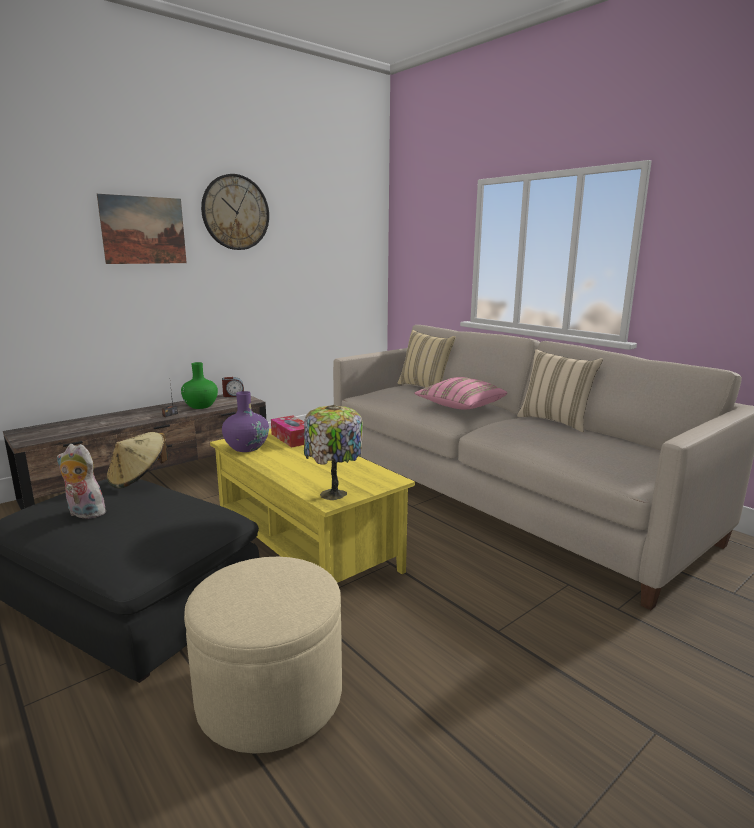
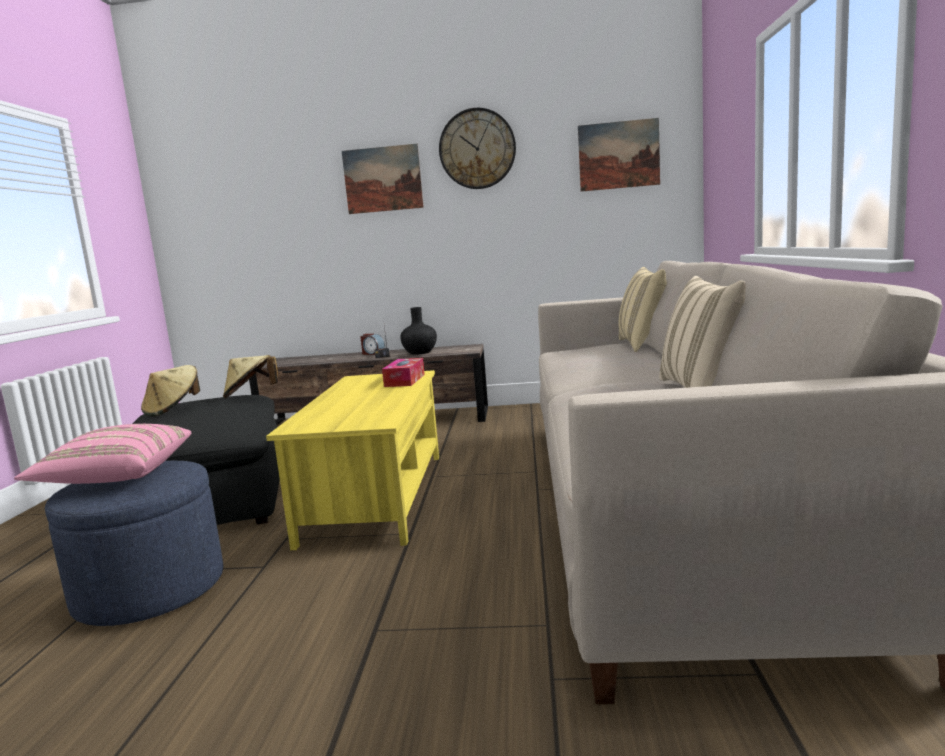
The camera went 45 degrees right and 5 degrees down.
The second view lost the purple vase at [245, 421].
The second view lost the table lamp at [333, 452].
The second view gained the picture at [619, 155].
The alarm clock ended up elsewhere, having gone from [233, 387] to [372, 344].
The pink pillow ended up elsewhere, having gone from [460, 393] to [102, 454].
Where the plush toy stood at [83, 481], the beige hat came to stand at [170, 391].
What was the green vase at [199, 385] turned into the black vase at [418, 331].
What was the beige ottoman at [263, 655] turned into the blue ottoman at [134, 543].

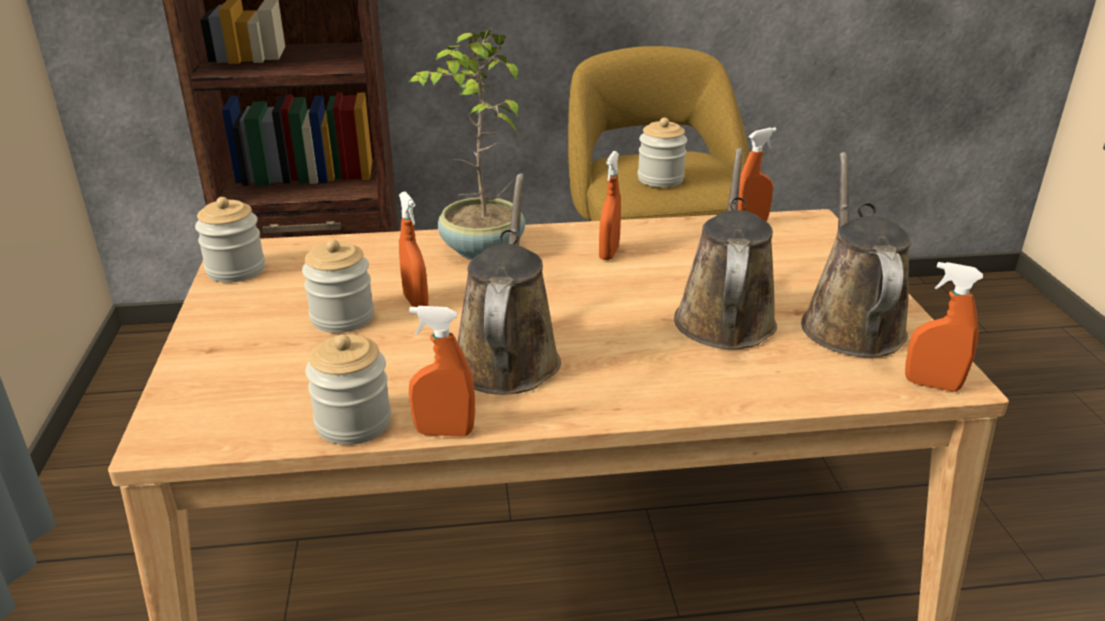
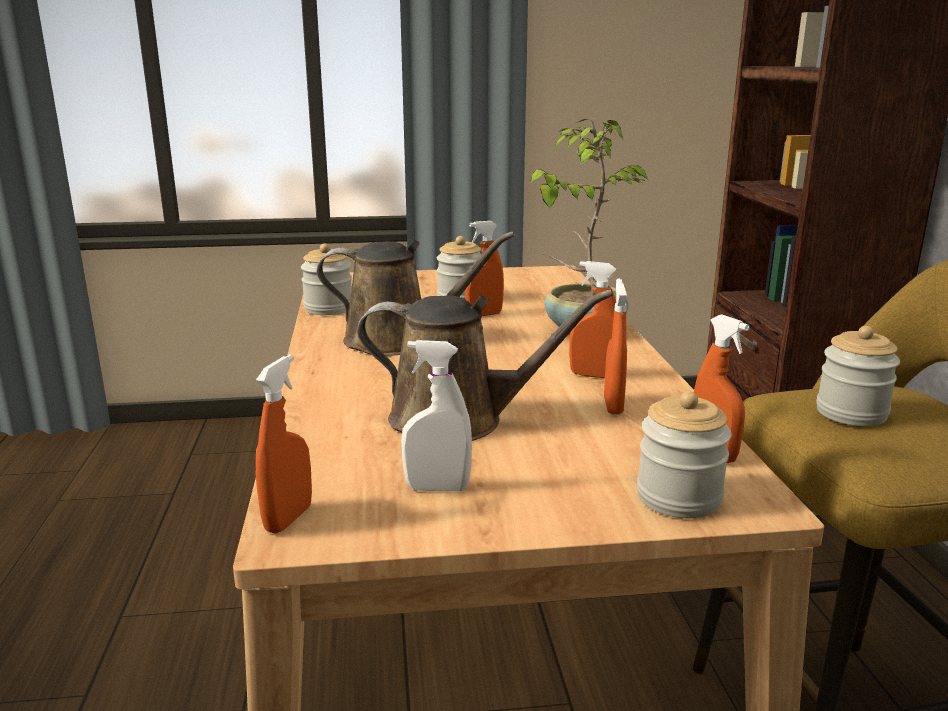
The camera went 90 degrees right and 10 degrees down.
The jar ended up elsewhere, having gone from [230, 240] to [684, 454].
The orange spray bottle ended up elsewhere, having gone from [442, 371] to [615, 346].
Where the brown watering can stood at [856, 255], the white spray bottle came to stand at [436, 415].

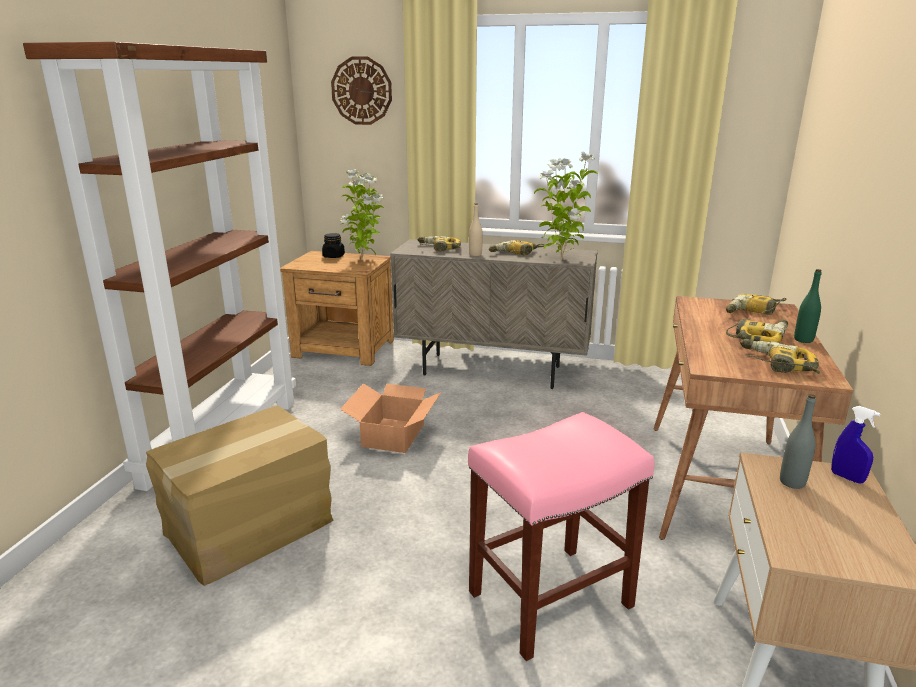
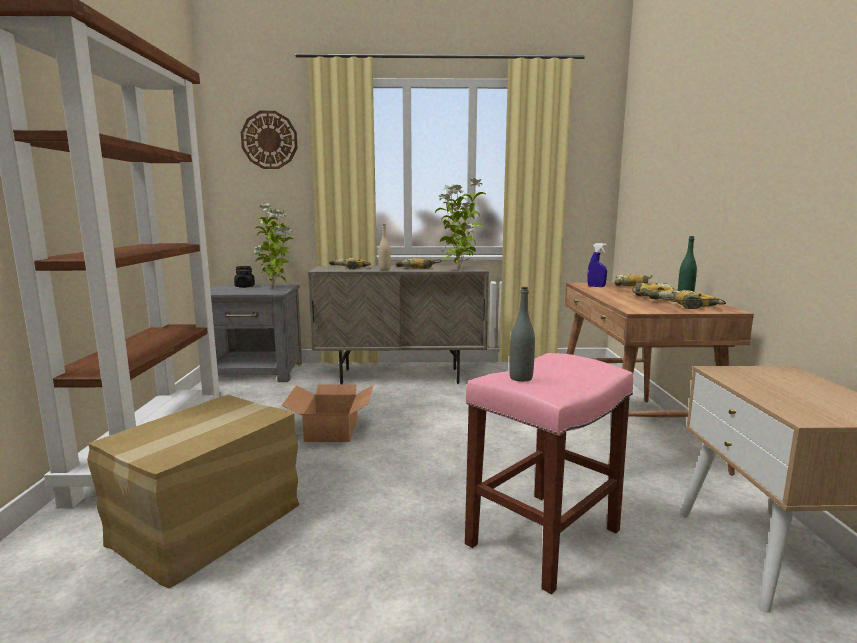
The camera went 15 degrees left and 10 degrees down.
The grey bottle ended up elsewhere, having gone from [798, 441] to [522, 334].
The blue spray bottle ended up elsewhere, having gone from [855, 444] to [597, 265].
What was the brown nightstand at [337, 308] turned into the grey nightstand at [256, 333].

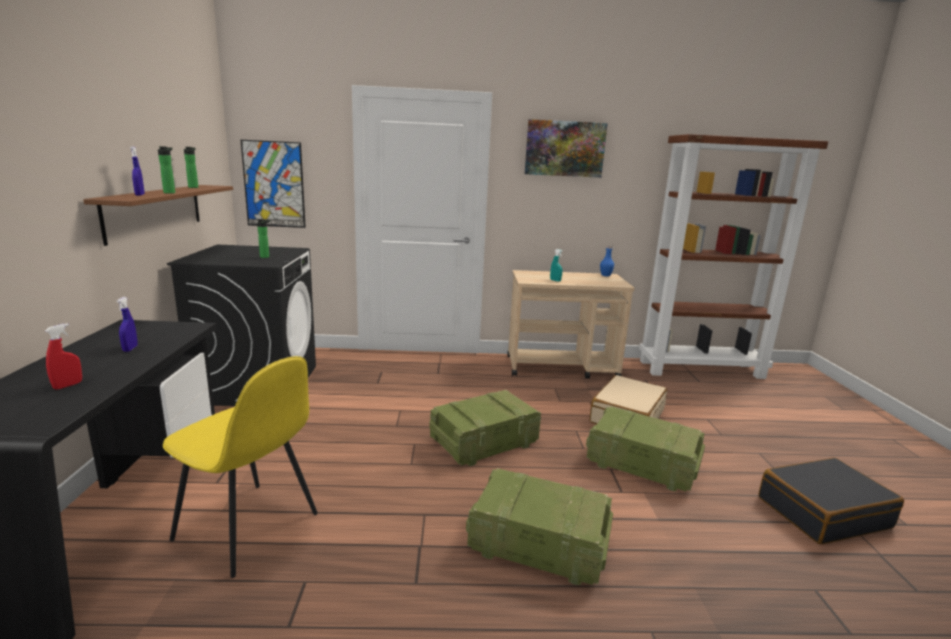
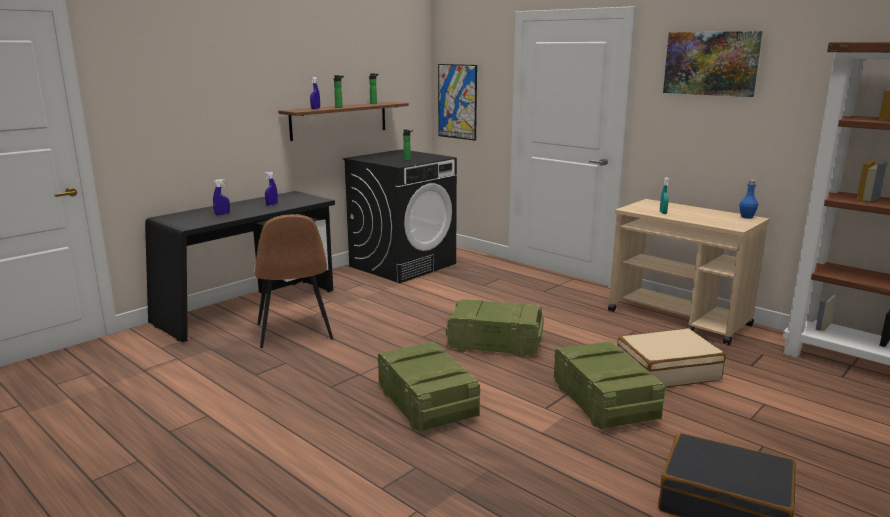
The camera went 45 degrees right and 0 degrees up.
What was the red spray bottle at [63, 356] turned into the blue spray bottle at [221, 197].
What was the yellow chair at [240, 467] turned into the brown chair at [293, 281].

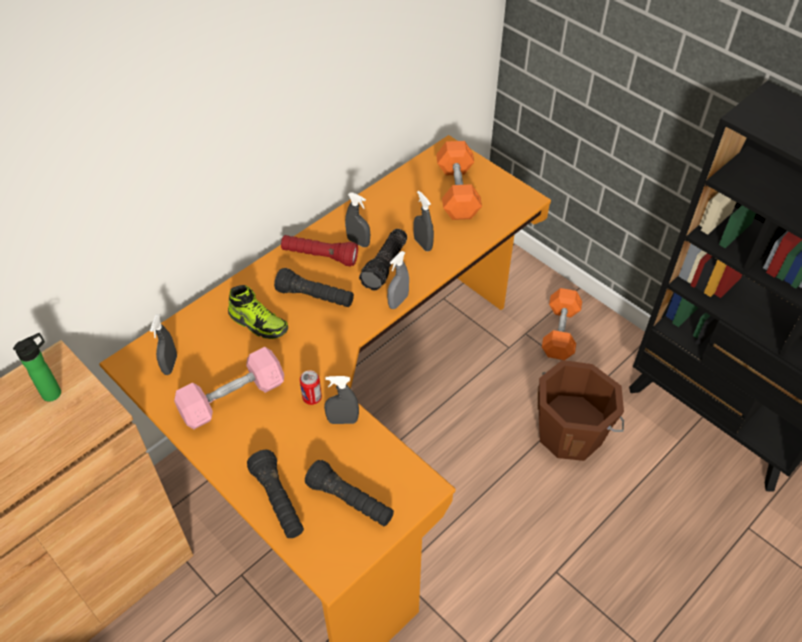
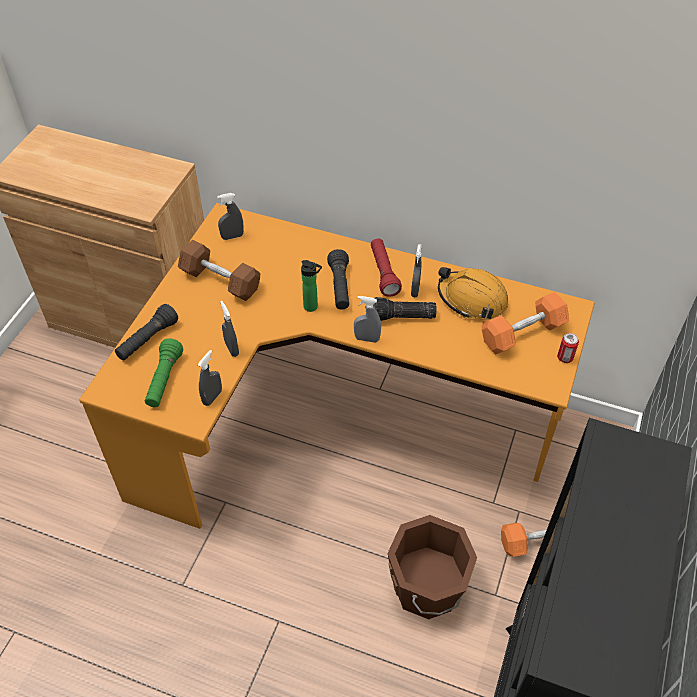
The camera went 65 degrees right and 0 degrees up.
The second view lost the shoe at [258, 312].
The second view gained the orange hard hat at [473, 293].
The bottle ended up elsewhere, having gone from [37, 367] to [311, 286].
The can ended up elsewhere, having gone from [311, 387] to [568, 348].
The grey spray bottle ended up elsewhere, having gone from [424, 221] to [210, 378].
What was the pink dumbbell at [229, 388] turned into the brown dumbbell at [219, 270].
What was the black flashlight at [349, 493] turned into the green flashlight at [164, 372].

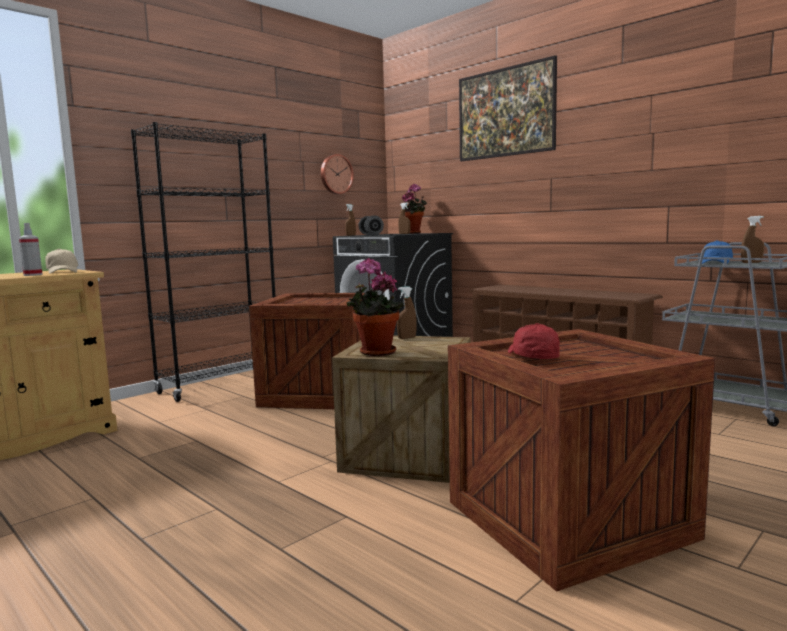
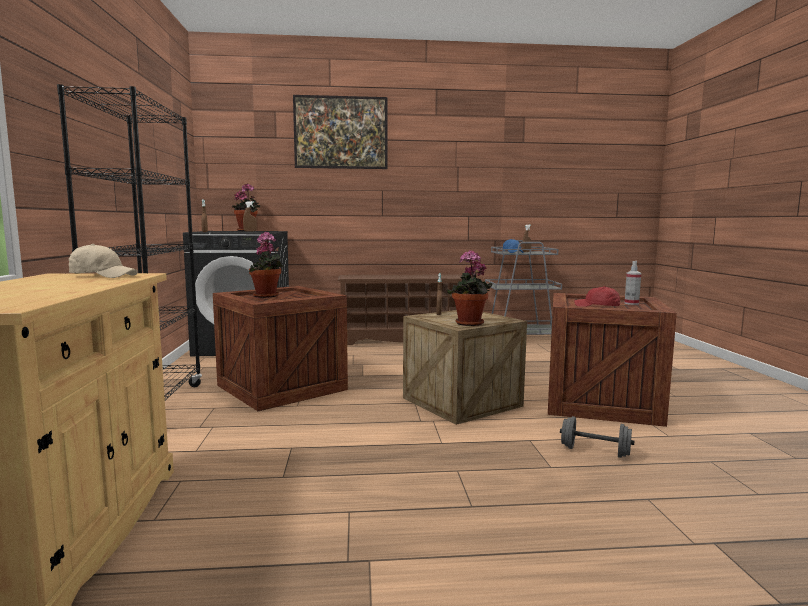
The camera went 50 degrees left and 0 degrees up.
The second view lost the wall clock at [337, 174].
The second view gained the potted plant at [266, 265].
The spray bottle ended up elsewhere, having gone from [31, 249] to [633, 283].
The grey dumbbell ended up elsewhere, having gone from [371, 225] to [597, 437].

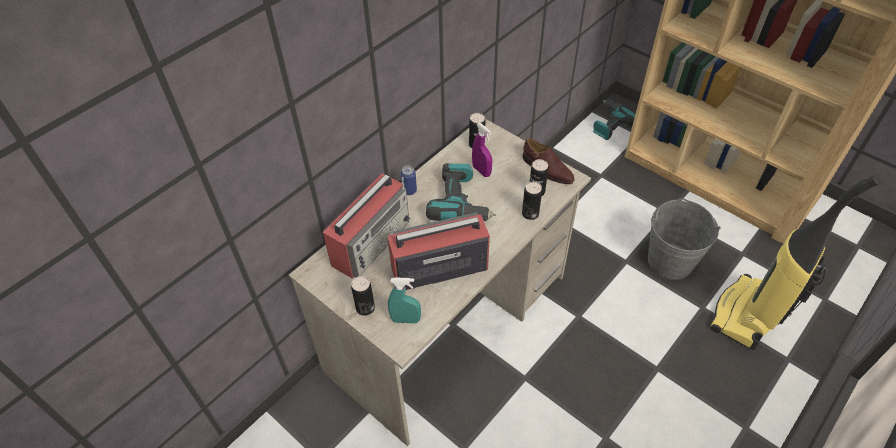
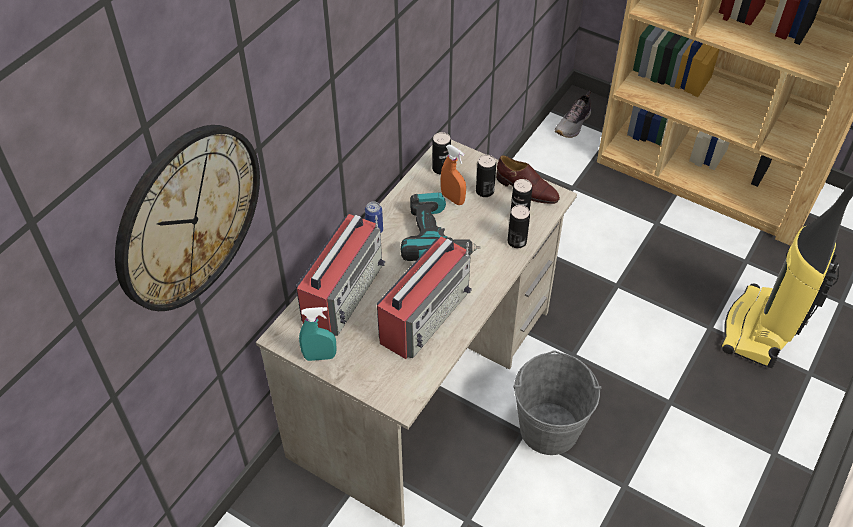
The camera went 10 degrees left and 0 degrees up.
The second view gained the wall clock at [187, 218].
The can ended up elsewhere, having gone from [363, 296] to [486, 176].
The turquoise spray bottle ended up elsewhere, having gone from [404, 300] to [318, 334].
The grey bucket ended up elsewhere, having gone from [684, 239] to [557, 402].
Where the power drill stood at [614, 119], the shoe came to stand at [573, 114].
What was the purple spray bottle at [482, 150] turned into the orange spray bottle at [453, 175].
The radio at [438, 251] ended up facing another way, 150 degrees clockwise from before.

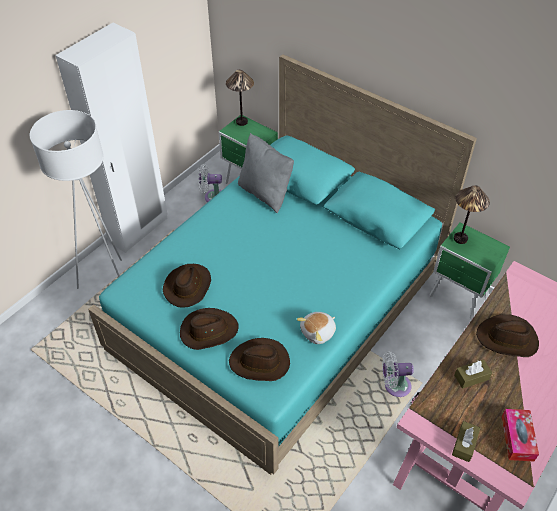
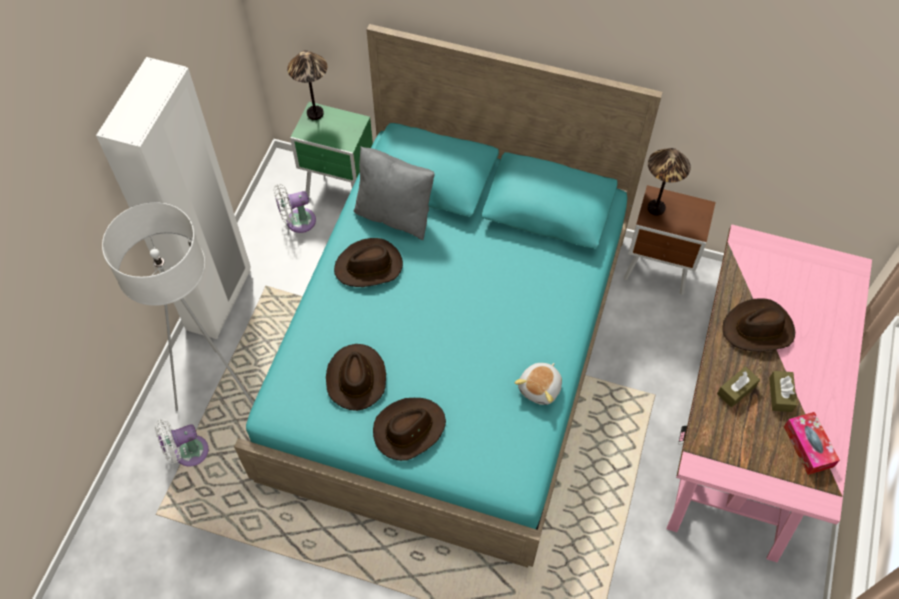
The camera went 20 degrees left and 10 degrees up.
The brown hat ended up elsewhere, having gone from [259, 359] to [368, 262].
The white fan ended up elsewhere, having gone from [398, 374] to [182, 442].
The brown tissue box ended up elsewhere, having gone from [466, 441] to [783, 391].
What was the green nightstand at [469, 270] turned into the brown nightstand at [670, 240].

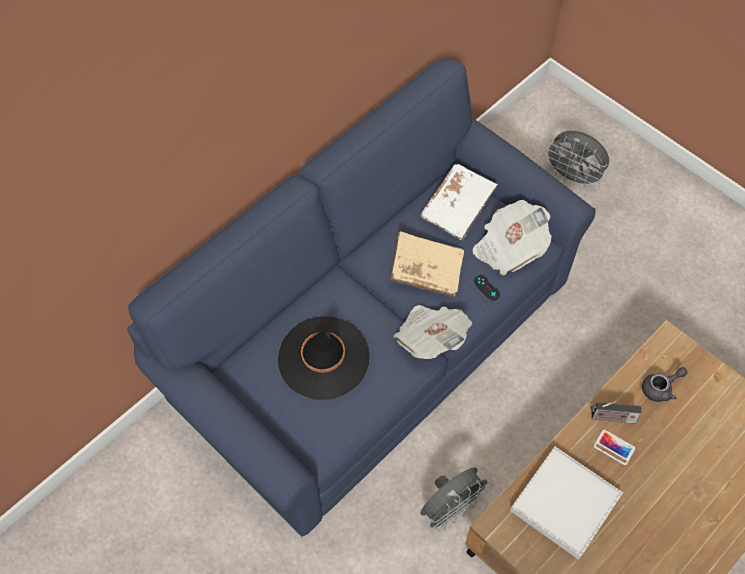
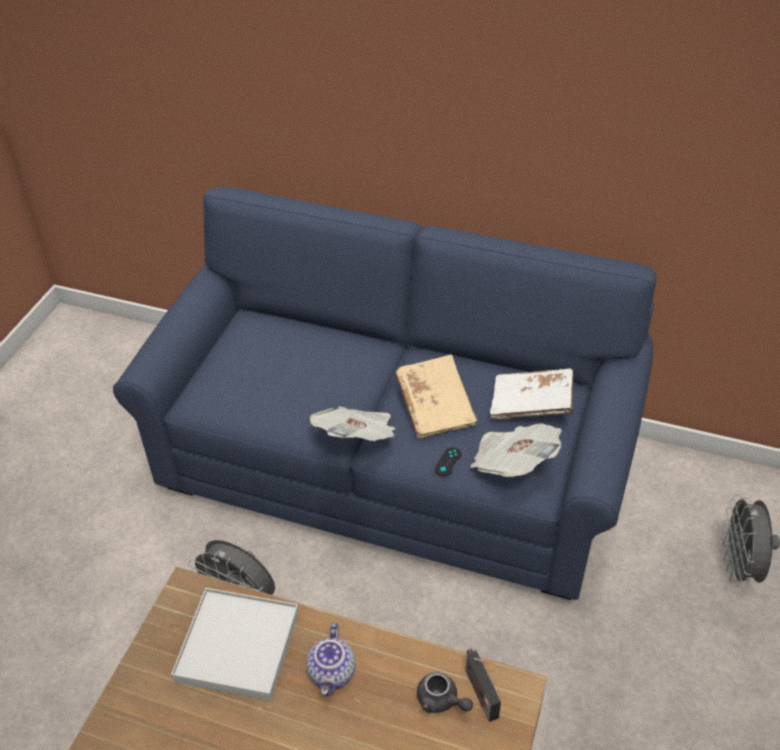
The camera went 65 degrees right and 15 degrees down.
The second view lost the black hat at [323, 358].
The radio ended up elsewhere, having gone from [615, 412] to [483, 685].
Where the phone stood at [614, 447], the teapot came to stand at [331, 659].

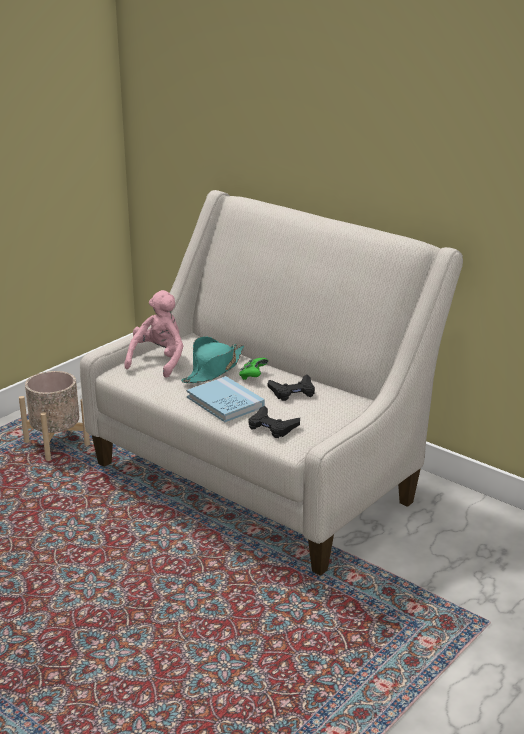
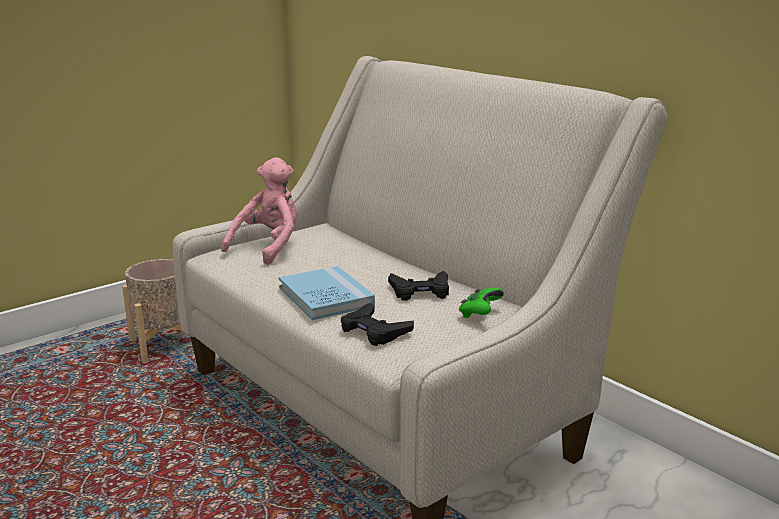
The camera went 10 degrees right and 5 degrees down.
The second view lost the turquoise hat at [212, 359].
The green game controller ended up elsewhere, having gone from [253, 369] to [481, 303].

